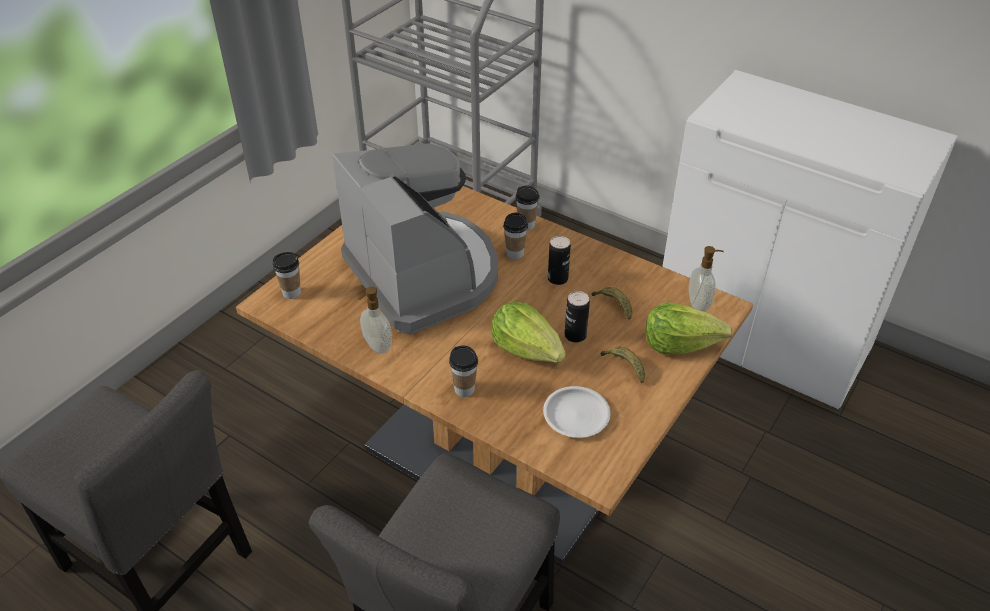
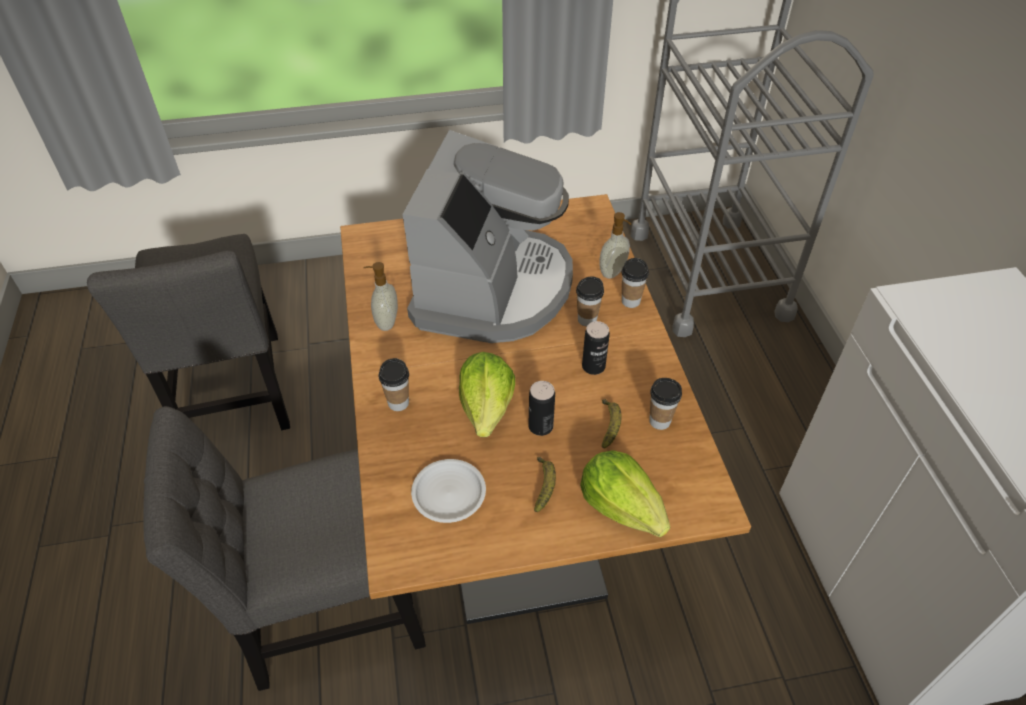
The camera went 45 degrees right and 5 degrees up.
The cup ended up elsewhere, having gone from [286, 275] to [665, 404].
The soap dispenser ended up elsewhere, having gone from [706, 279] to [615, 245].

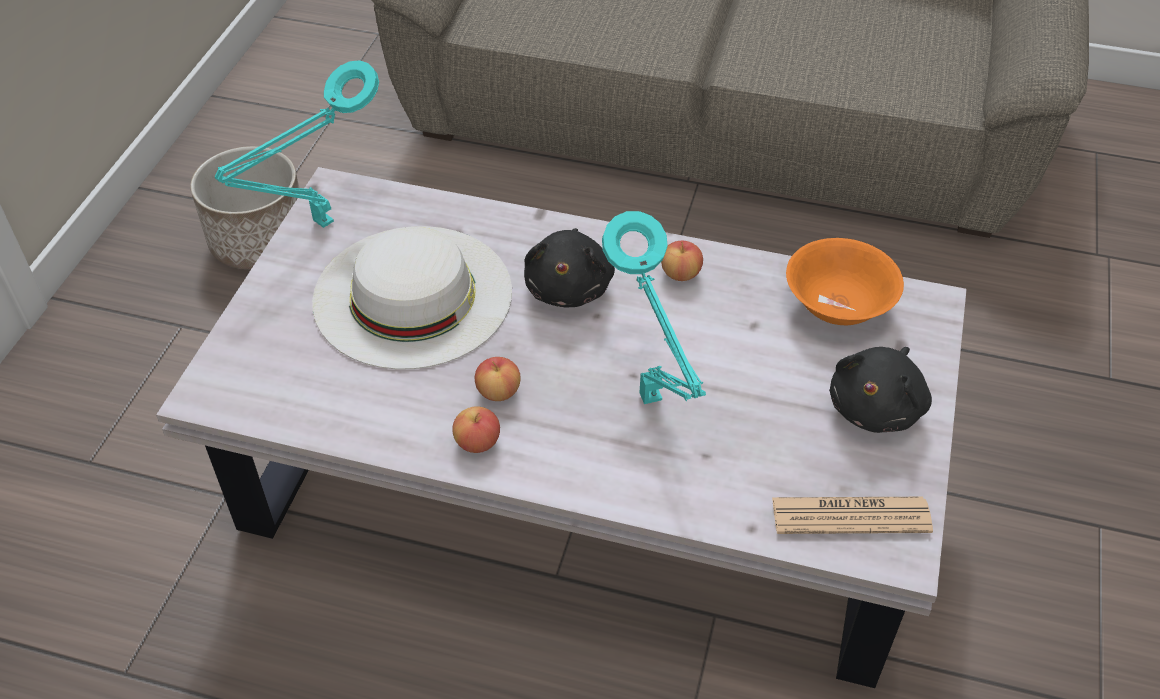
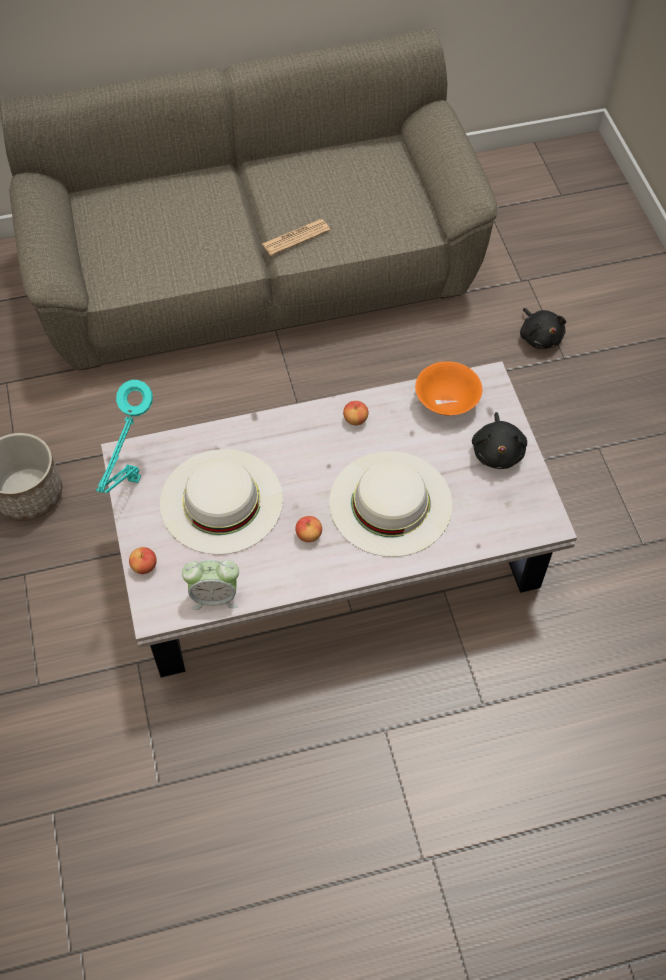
The camera went 30 degrees left and 10 degrees up.
The second view gained the alarm clock at [210, 585].
The apple ended up elsewhere, having gone from [476, 429] to [143, 560].
The black plush toy ended up elsewhere, having gone from [569, 267] to [543, 328].
The newspaper ended up elsewhere, having gone from [852, 515] to [296, 237].
Where the turquoise table lamp stood at [654, 307], the white hat came to stand at [390, 504].

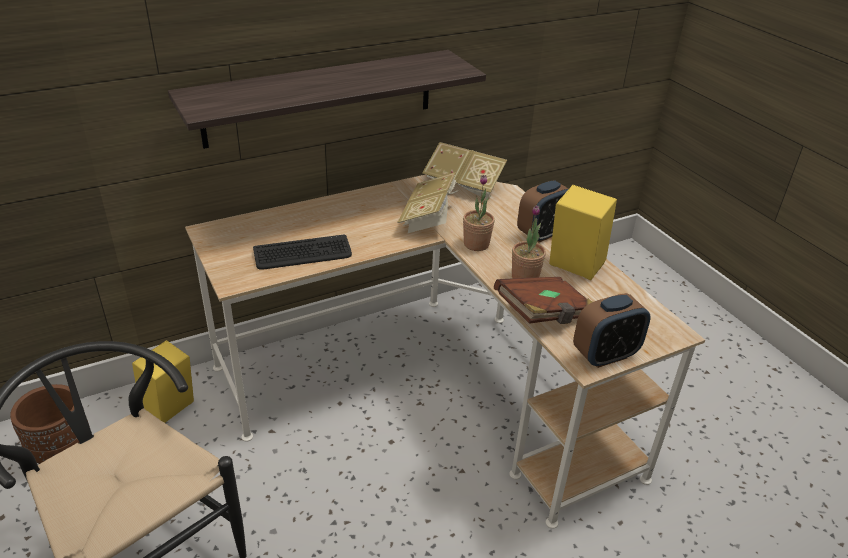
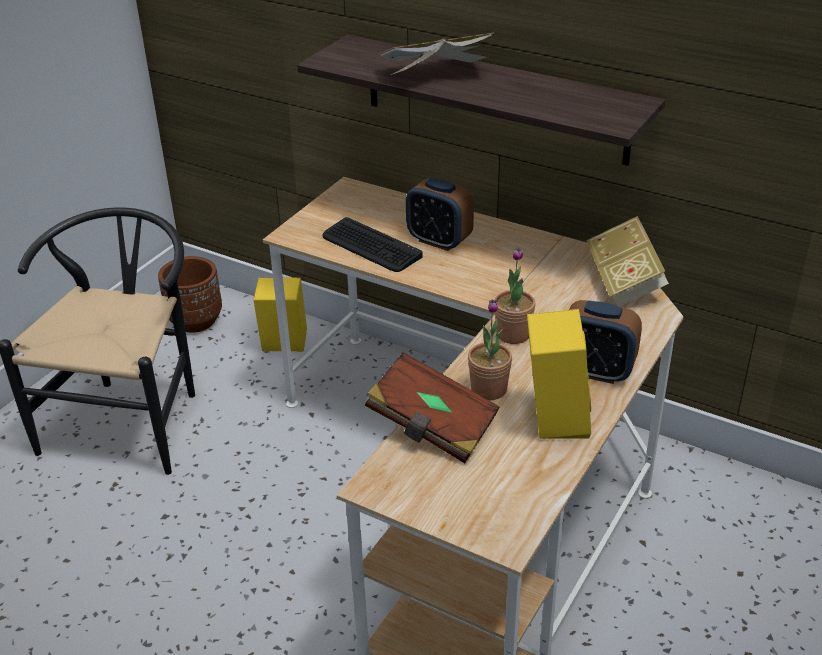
The camera went 60 degrees right and 0 degrees up.
The book ended up elsewhere, having gone from [428, 202] to [436, 54].
The alarm clock ended up elsewhere, having gone from [612, 330] to [440, 214].

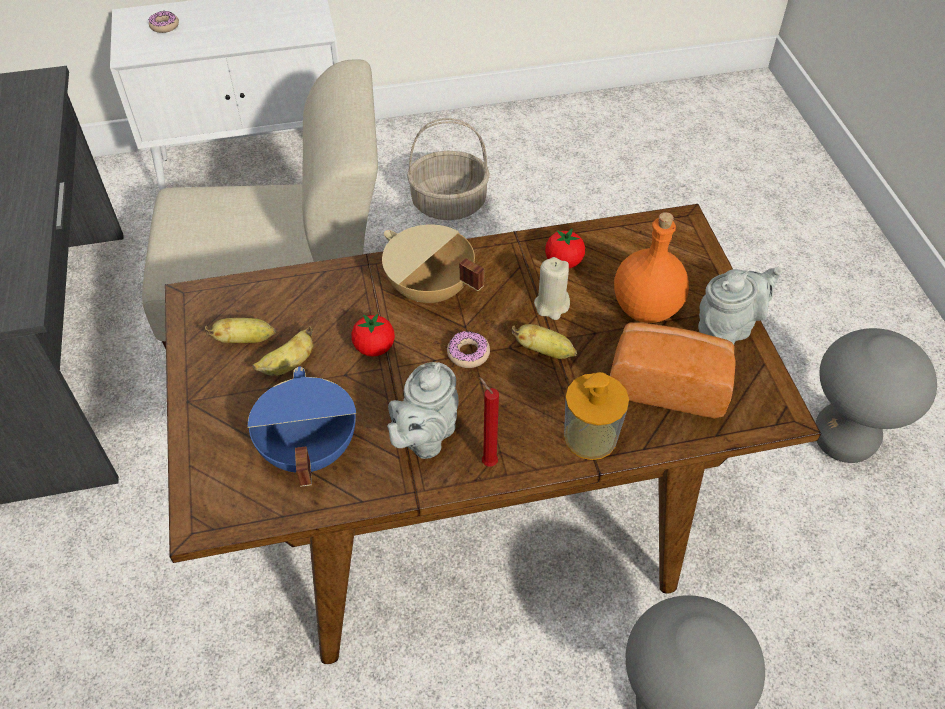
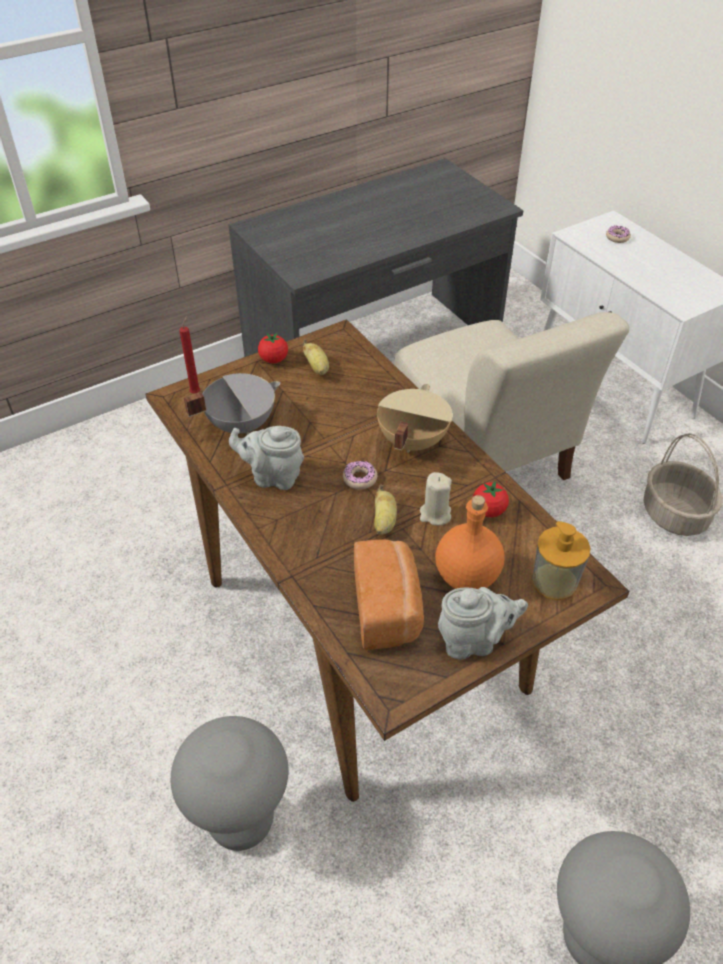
The camera went 70 degrees right and 5 degrees down.
The second view lost the banana at [283, 351].
The tomato ended up elsewhere, having gone from [373, 335] to [273, 348].
The red candle ended up elsewhere, having gone from [489, 422] to [189, 355].
The soap dispenser ended up elsewhere, having gone from [596, 416] to [561, 560].
What was the blue cooking pot at [301, 426] turned into the grey cooking pot at [232, 404].
The grey teapot at [740, 306] ended up facing another way, 45 degrees counterclockwise from before.

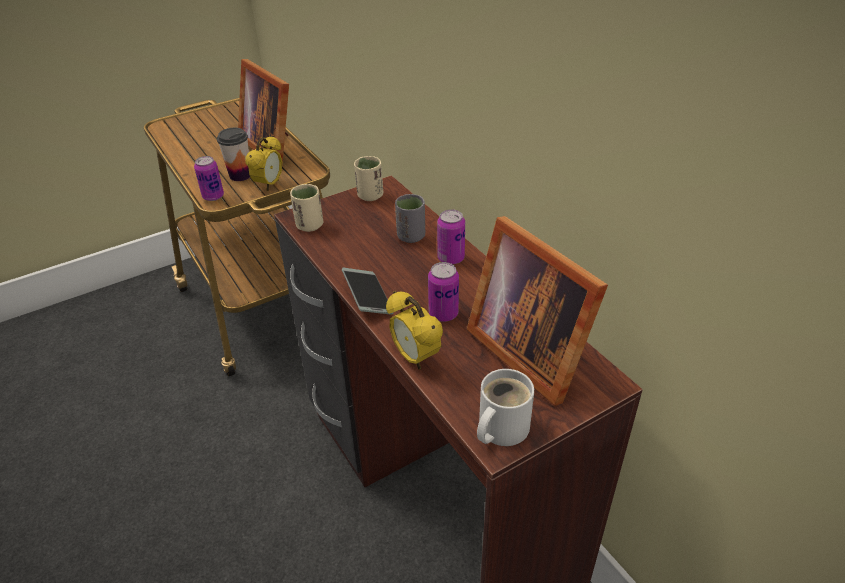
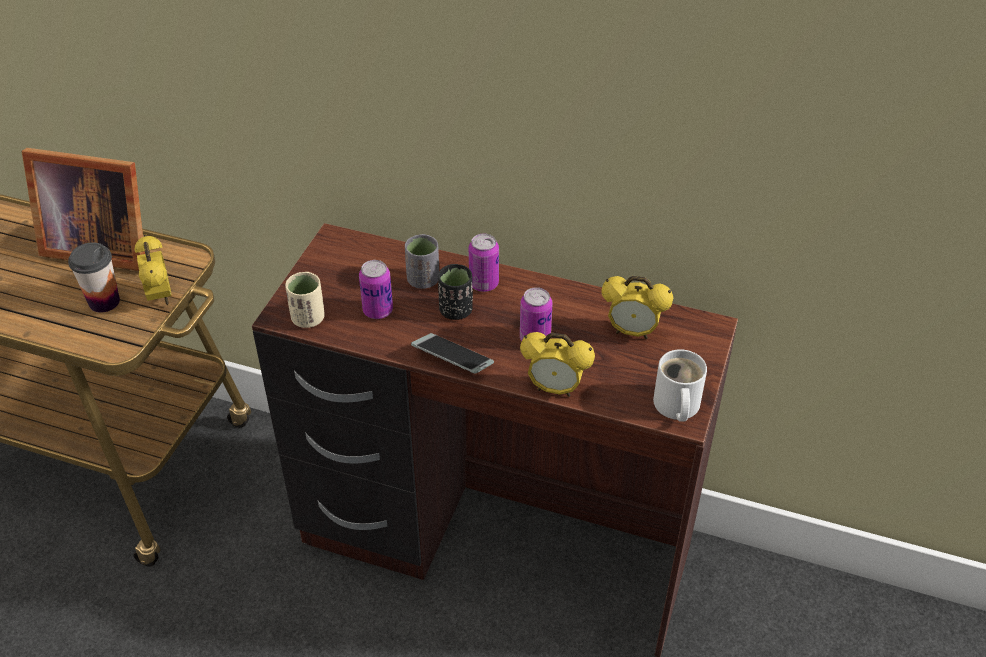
The camera went 40 degrees left and 5 degrees up.
The second view lost the beige cup at [368, 178].
The second view gained the black cup at [455, 292].
The can ended up elsewhere, having gone from [209, 178] to [376, 289].
Where the picture frame stood at [537, 311], the alarm clock came to stand at [637, 307].

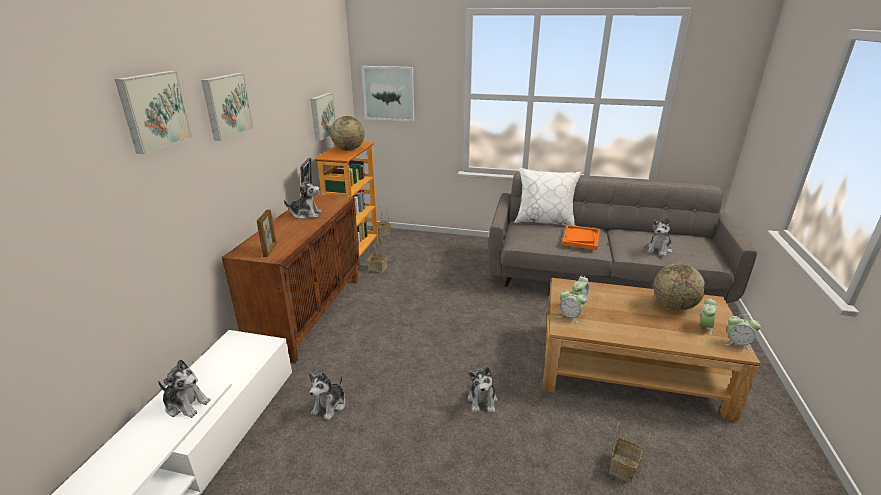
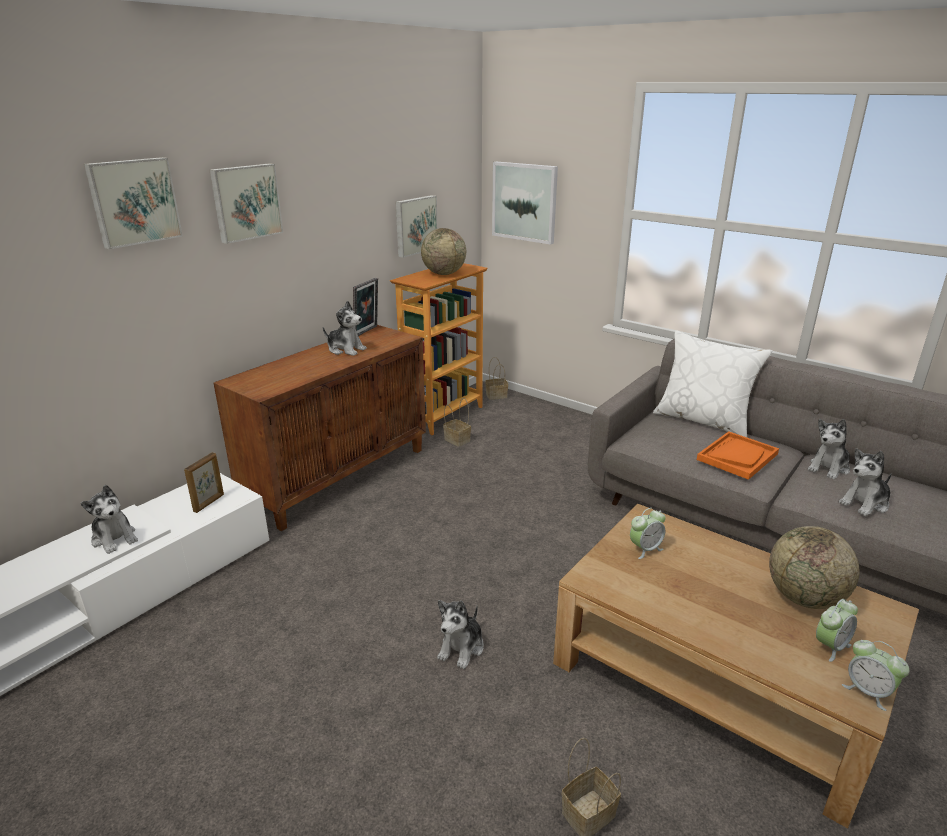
The camera went 25 degrees right and 0 degrees up.
The second view lost the alarm clock at [572, 306].
The picture frame ended up elsewhere, having gone from [267, 233] to [204, 482].
The plush toy ended up elsewhere, having gone from [327, 396] to [829, 449].

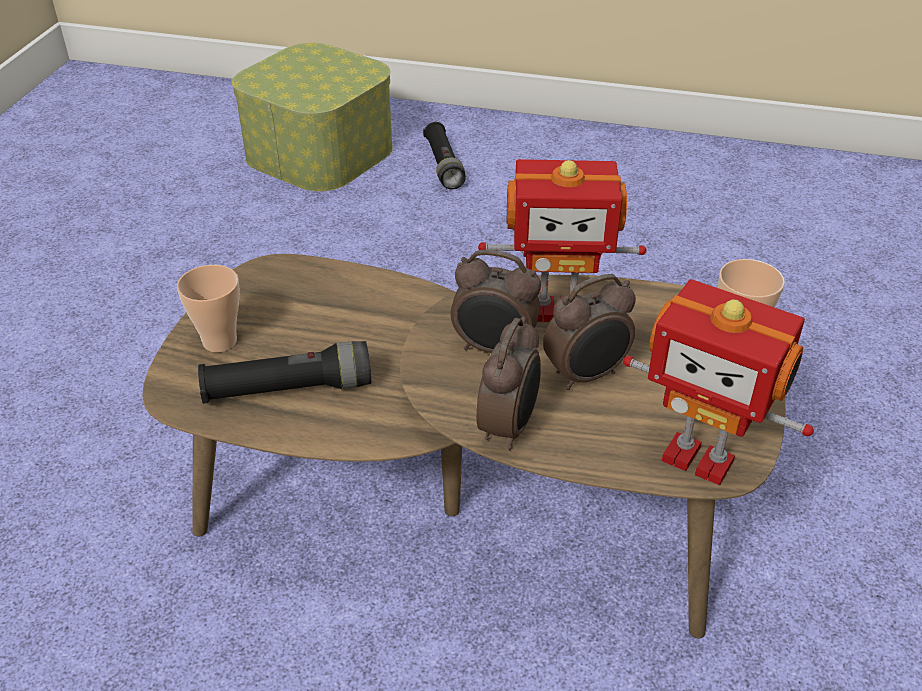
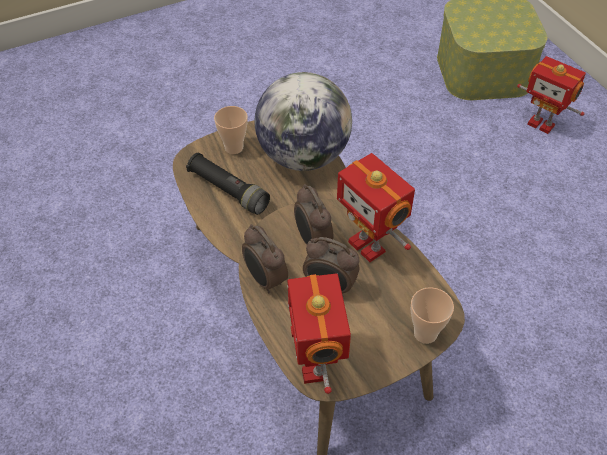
The camera went 50 degrees right and 10 degrees up.
The second view gained the globe at [303, 121].
Where the black flashlight stood at [444, 155], the toy robot came to stand at [551, 95].
The alarm clock at [508, 383] ended up facing another way, 75 degrees clockwise from before.

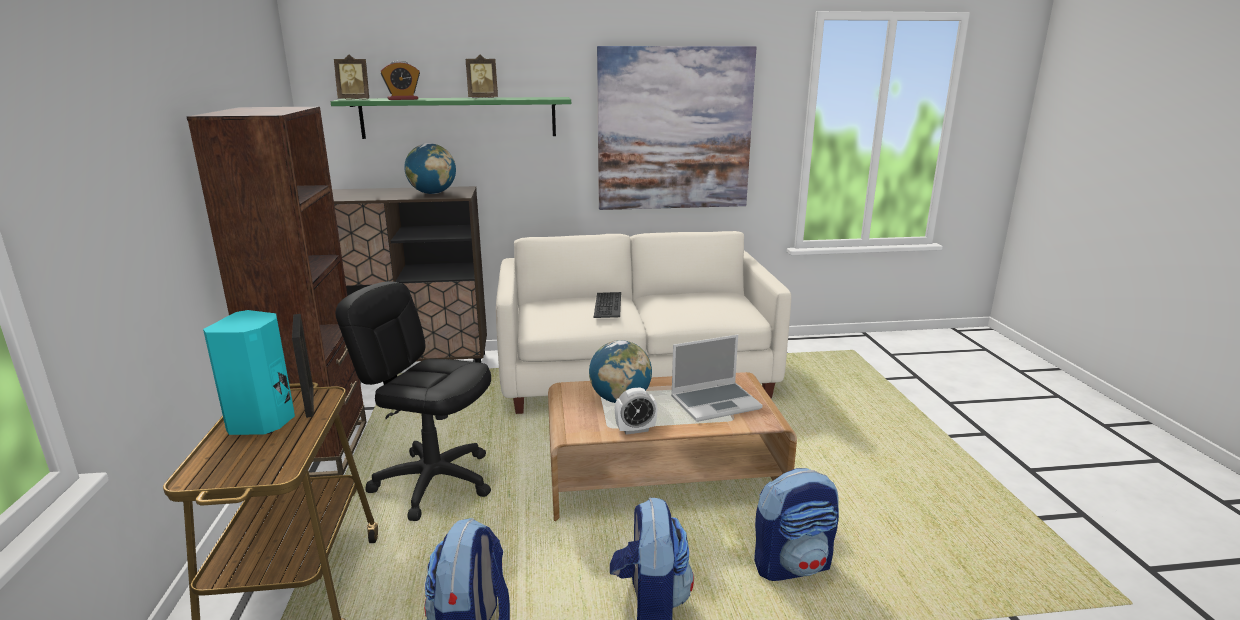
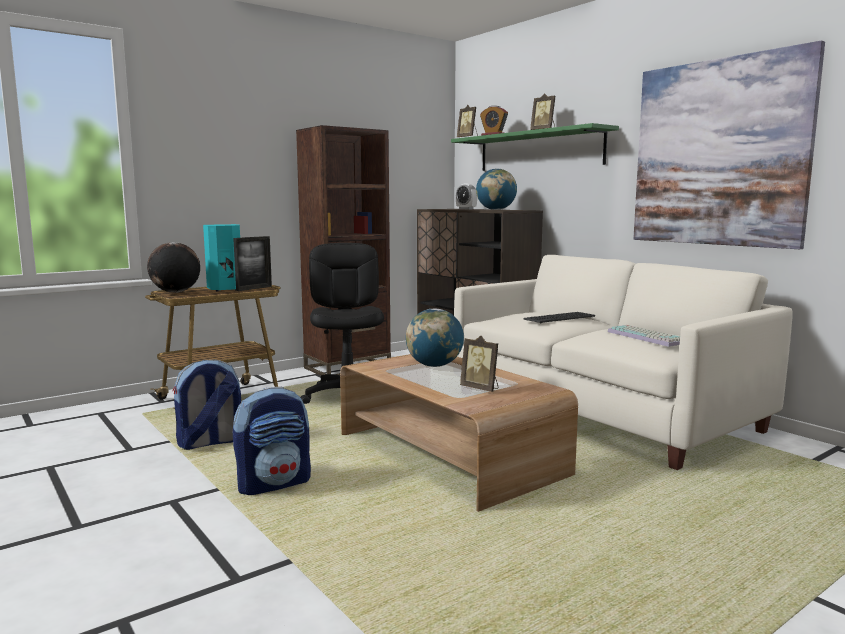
The camera went 60 degrees right and 10 degrees down.
The second view lost the backpack at [796, 524].
The second view gained the globe at [173, 267].
The second view gained the keyboard at [644, 336].
The alarm clock ended up elsewhere, having gone from [636, 411] to [466, 196].
Where the laptop stood at [717, 378], the picture frame came to stand at [479, 364].

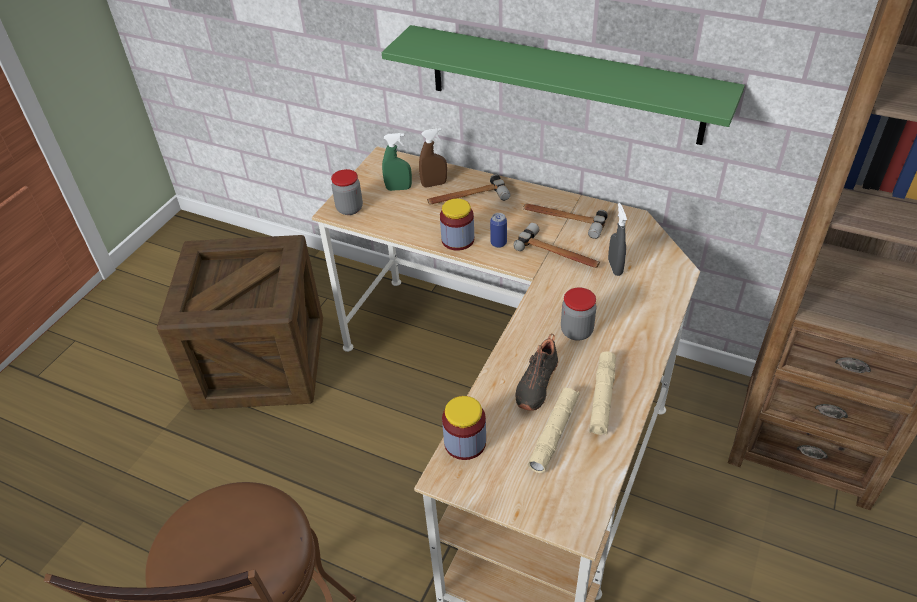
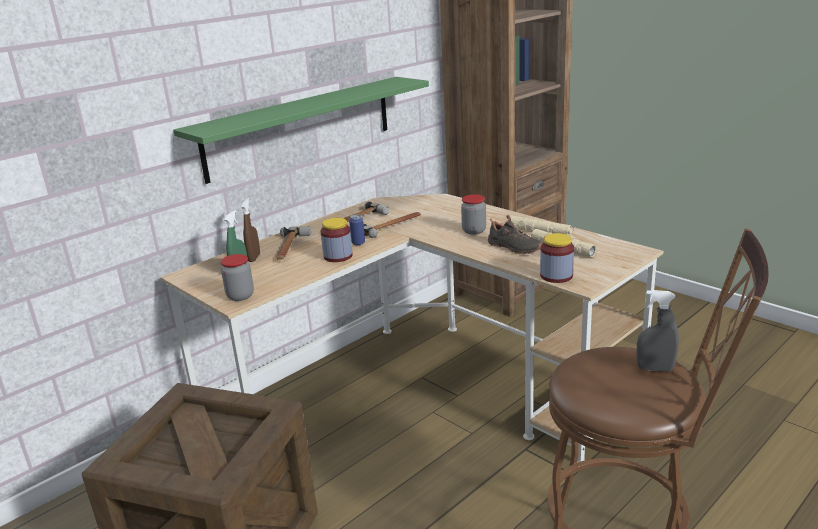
The camera went 70 degrees left and 20 degrees down.
The grey spray bottle ended up elsewhere, having gone from [617, 239] to [657, 331].

